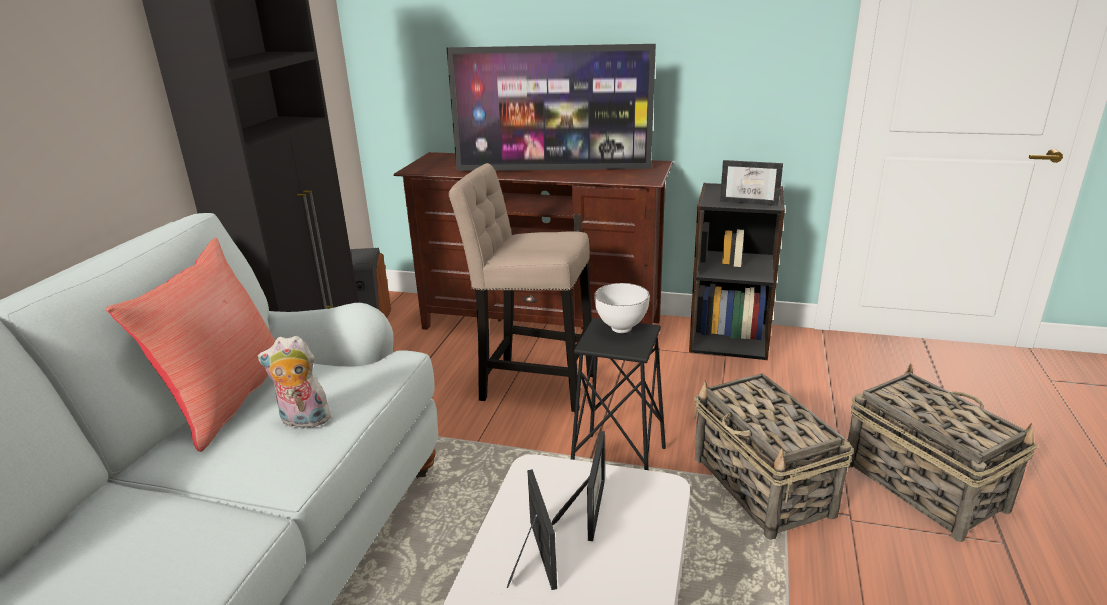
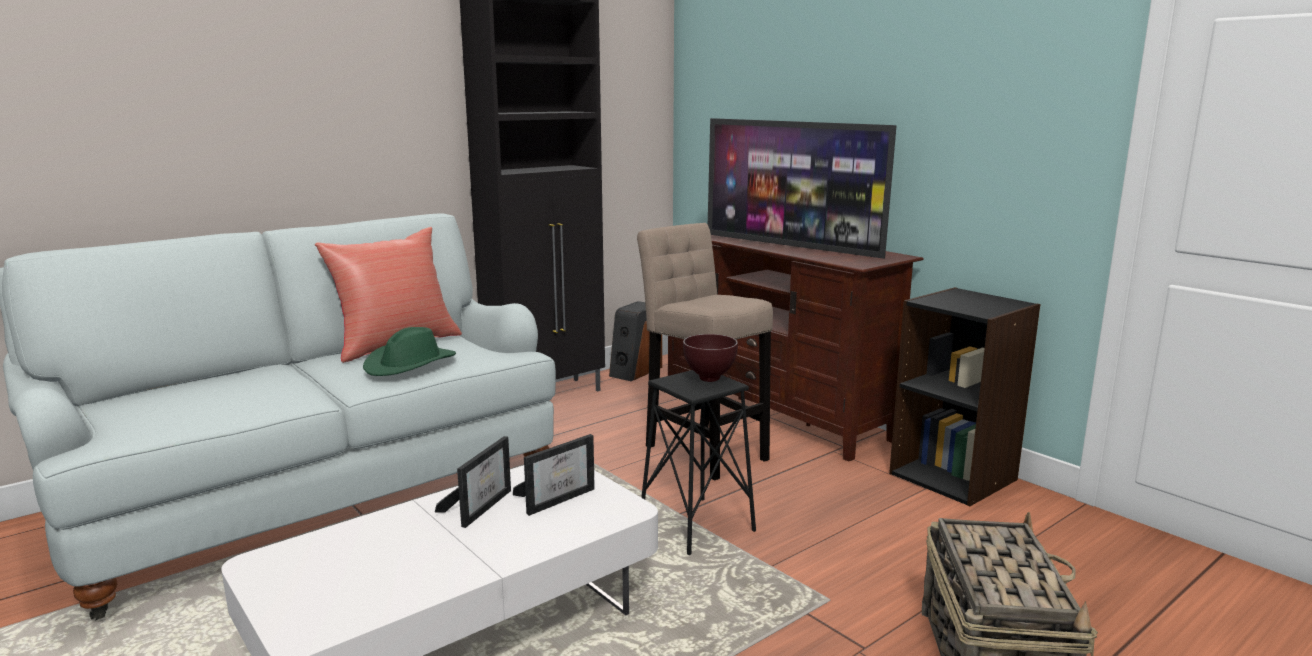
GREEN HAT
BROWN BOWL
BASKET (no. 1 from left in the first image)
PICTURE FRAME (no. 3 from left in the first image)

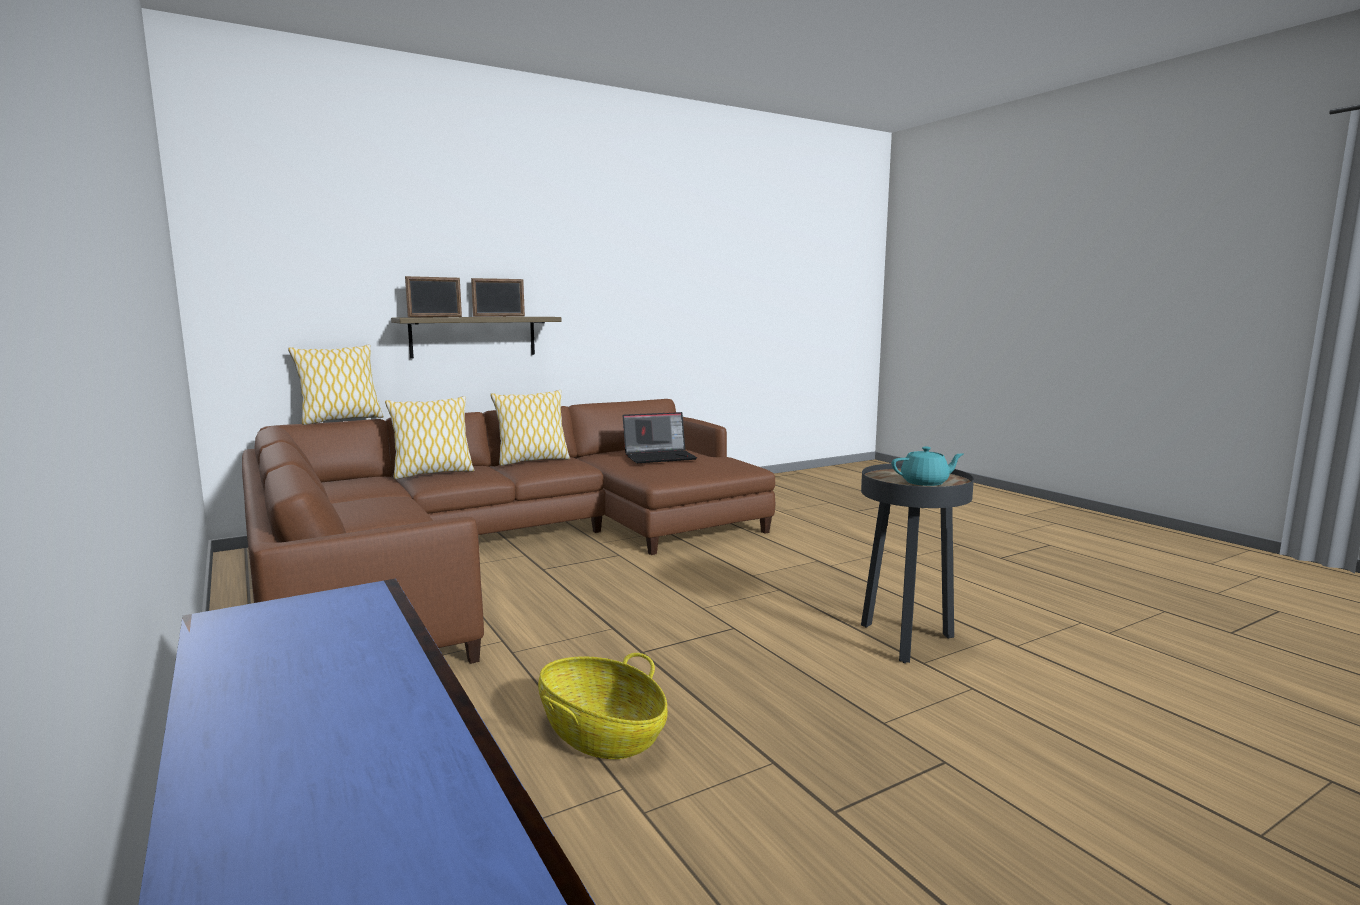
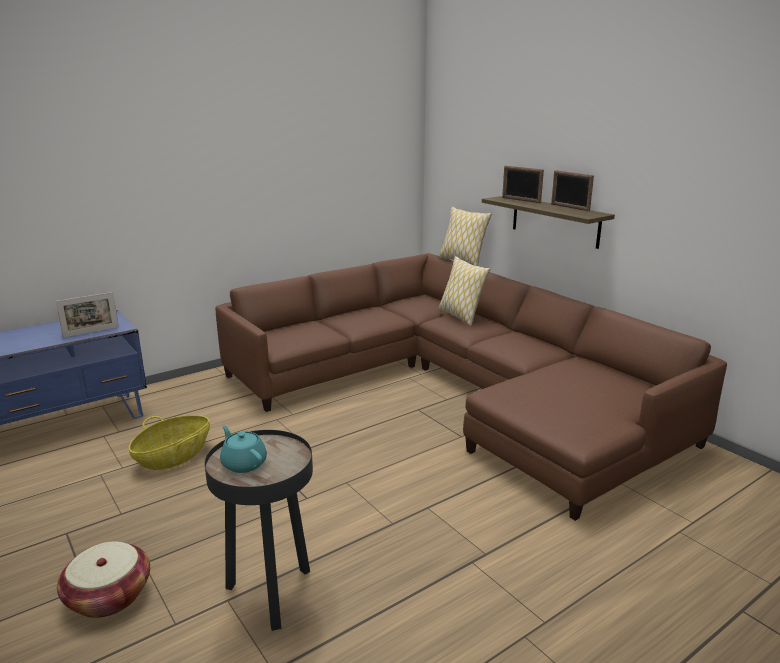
PILLOW (no. 3 from left in the first image)
LAPTOP
TURQUOISE TEAPOT
PICTURE FRAME (no. 1 from left)
BASKET (no. 1 from left)

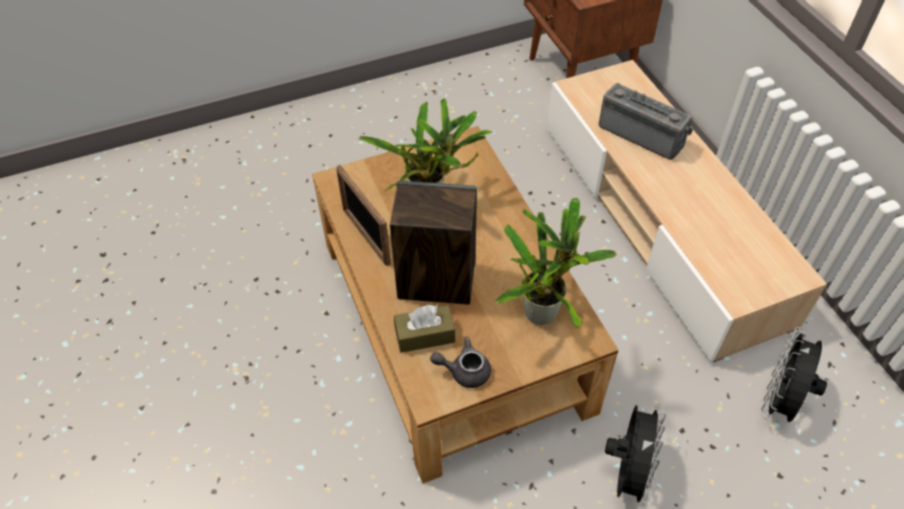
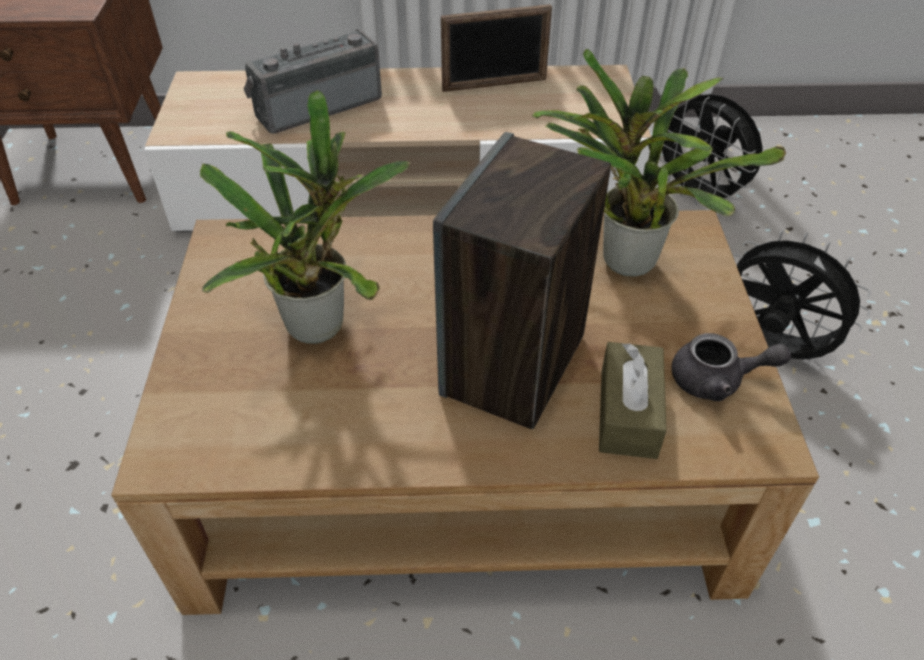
PICTURE FRAME
GREY TEAPOT

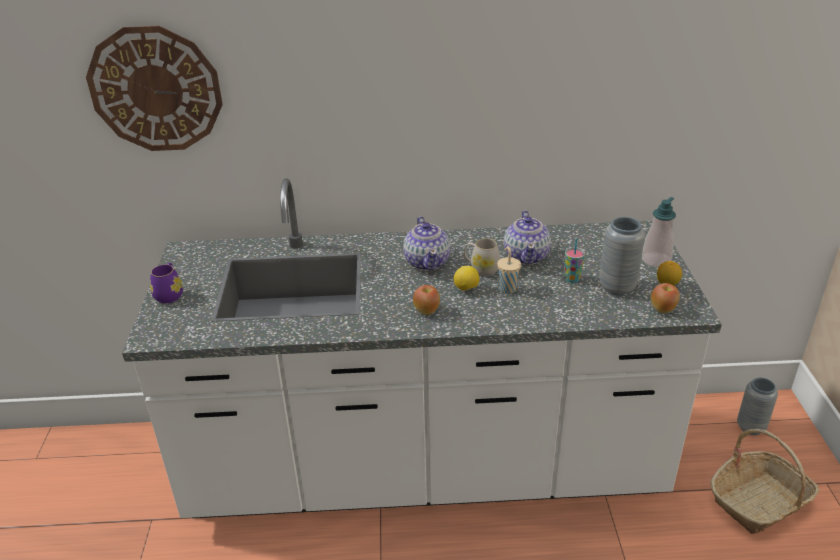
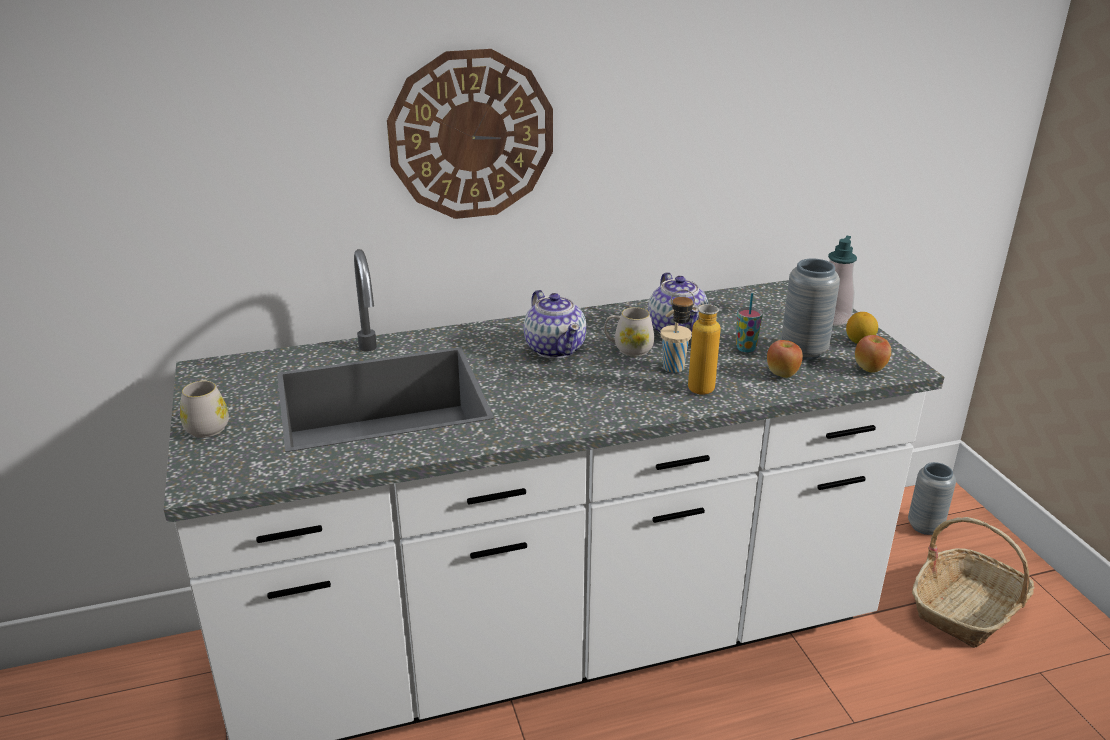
WALL CLOCK
WHITE MUG (no. 1 from left)
APPLE (no. 1 from left)
LEMON (no. 1 from left in the first image)
BOTTLE

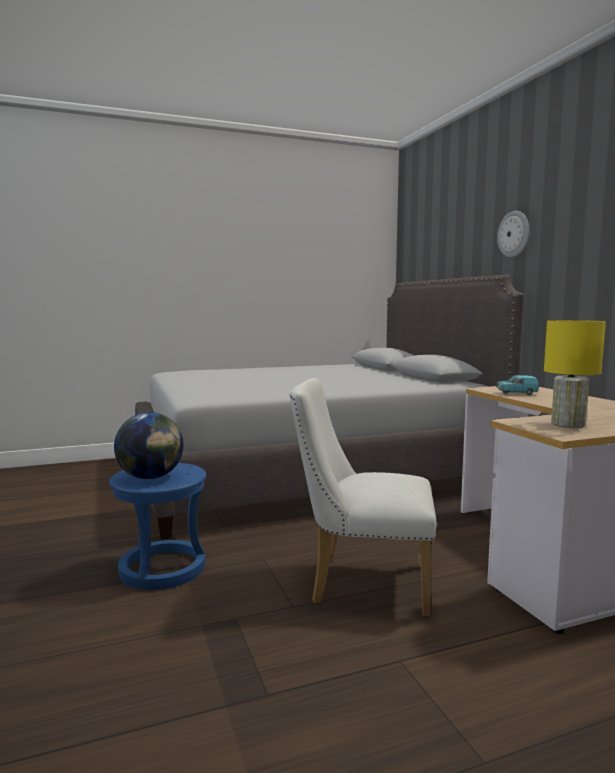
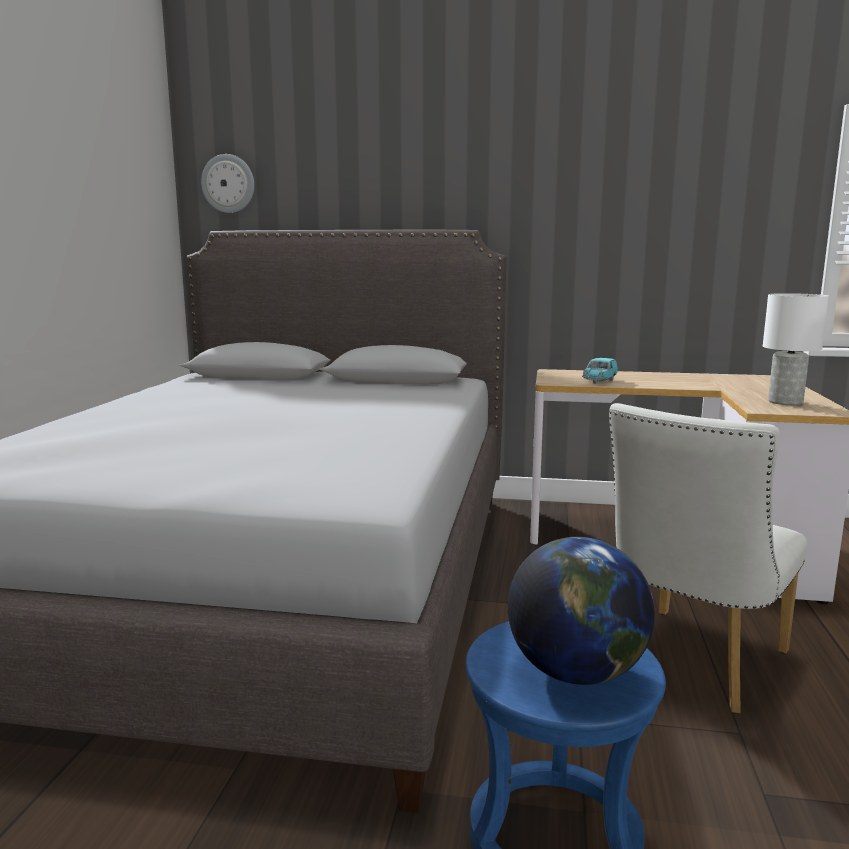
WALL CLOCK
WHITE TABLE LAMP

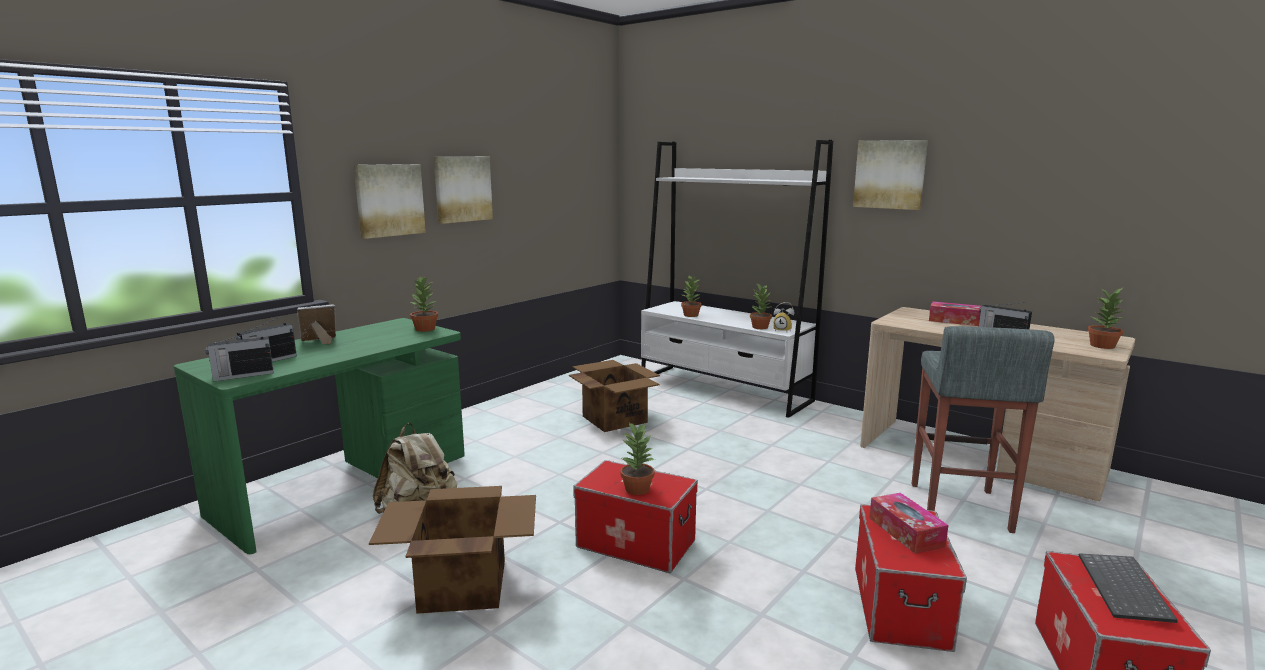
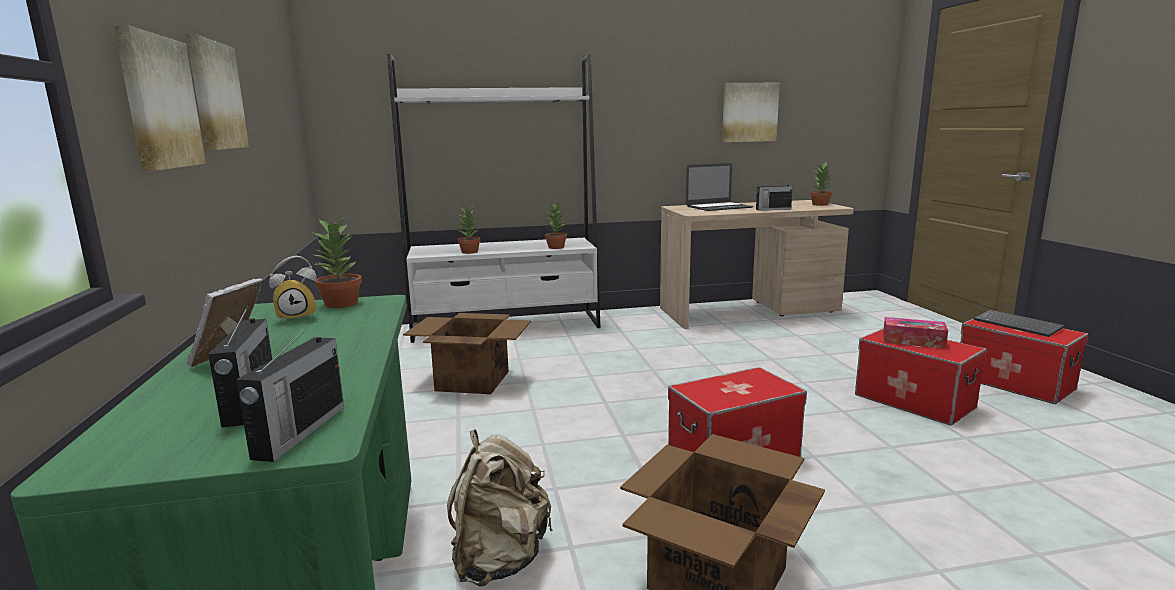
POTTED PLANT (no. 2 from left in the first image)
ALARM CLOCK
PICTURE (no. 3 from left)
GREY STOOL
LAPTOP

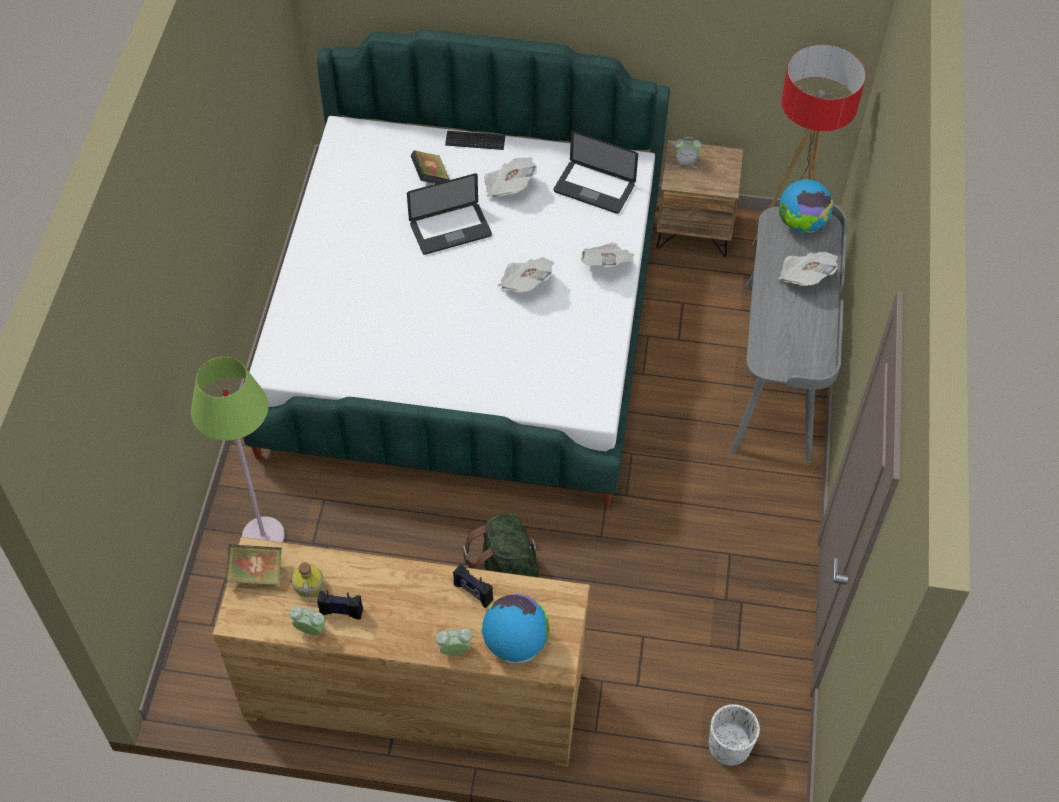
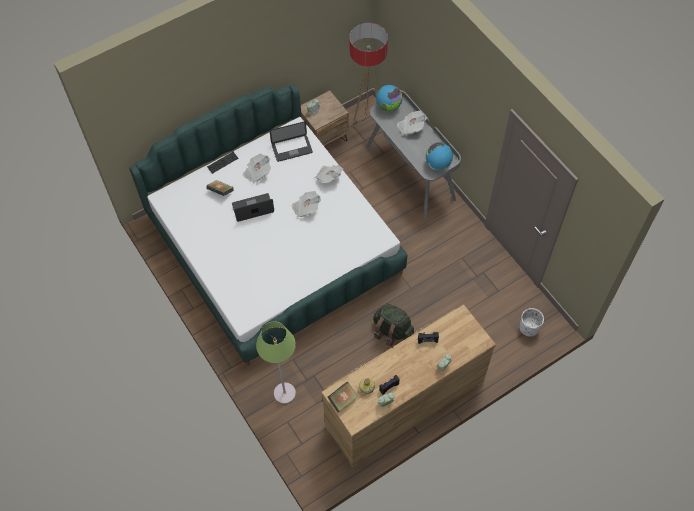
LAPTOP (no. 1 from left)
GLOBE (no. 2 from left)

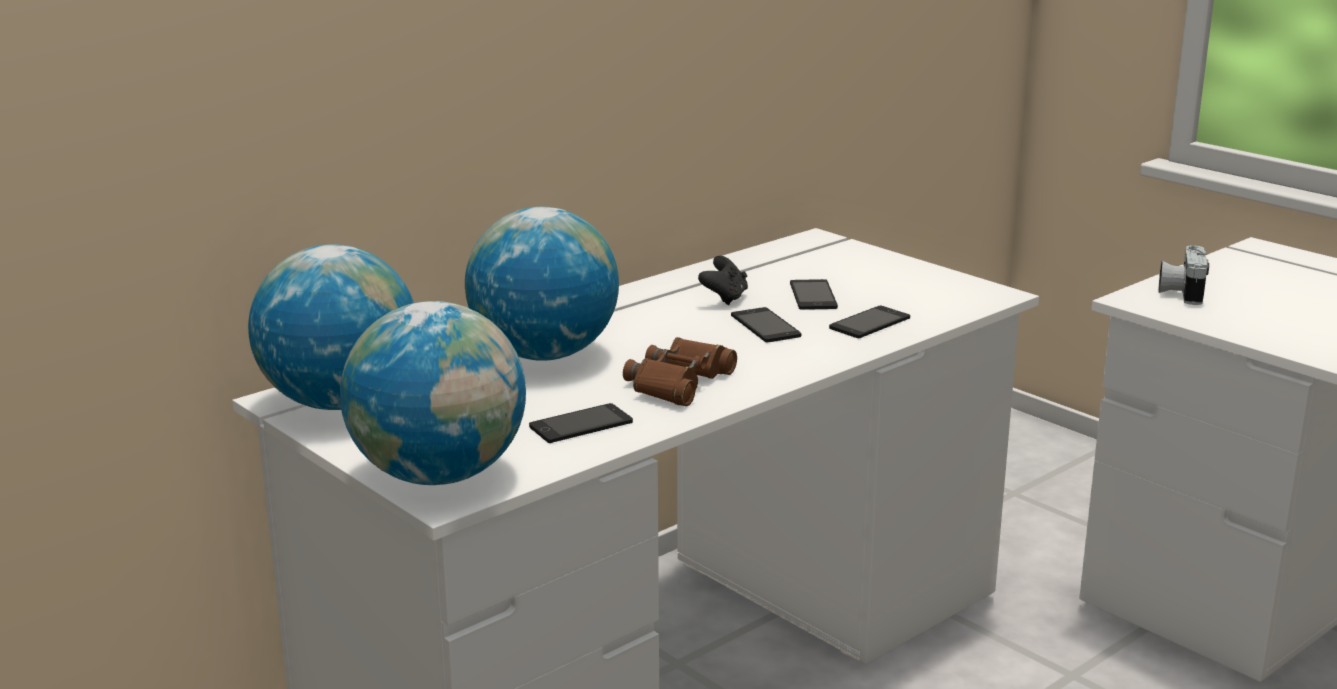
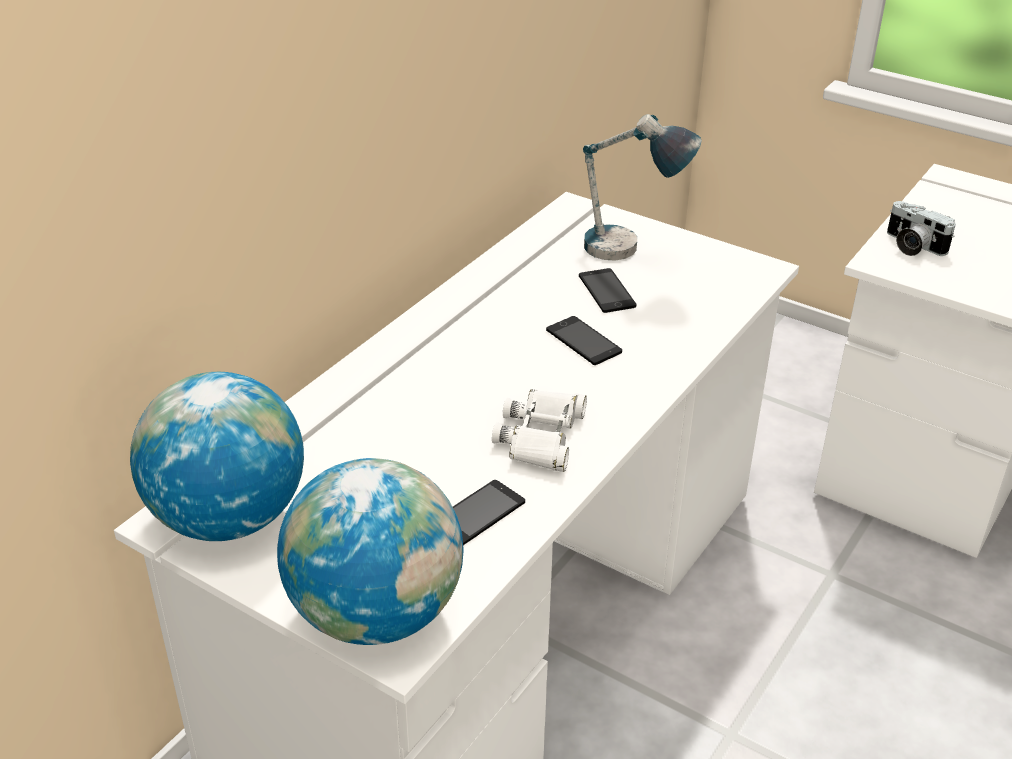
GLOBE (no. 3 from left in the first image)
WHITE BINOCULARS
BLACK GAME CONTROLLER
PHONE (no. 4 from left in the first image)
PHOTO CAMERA
TABLE LAMP

